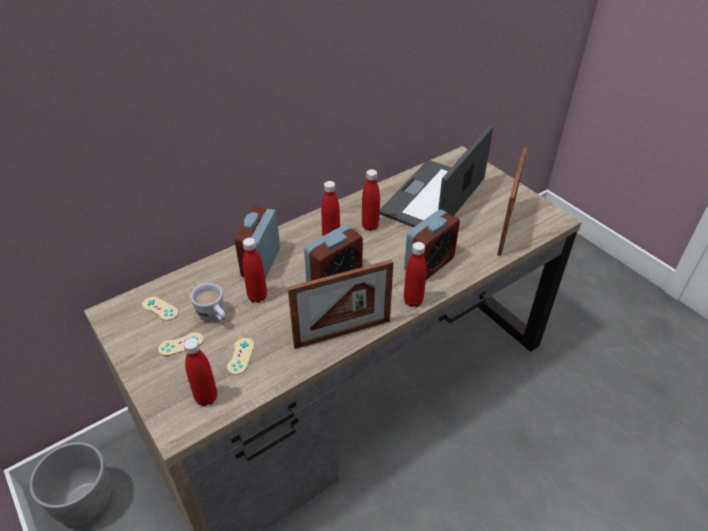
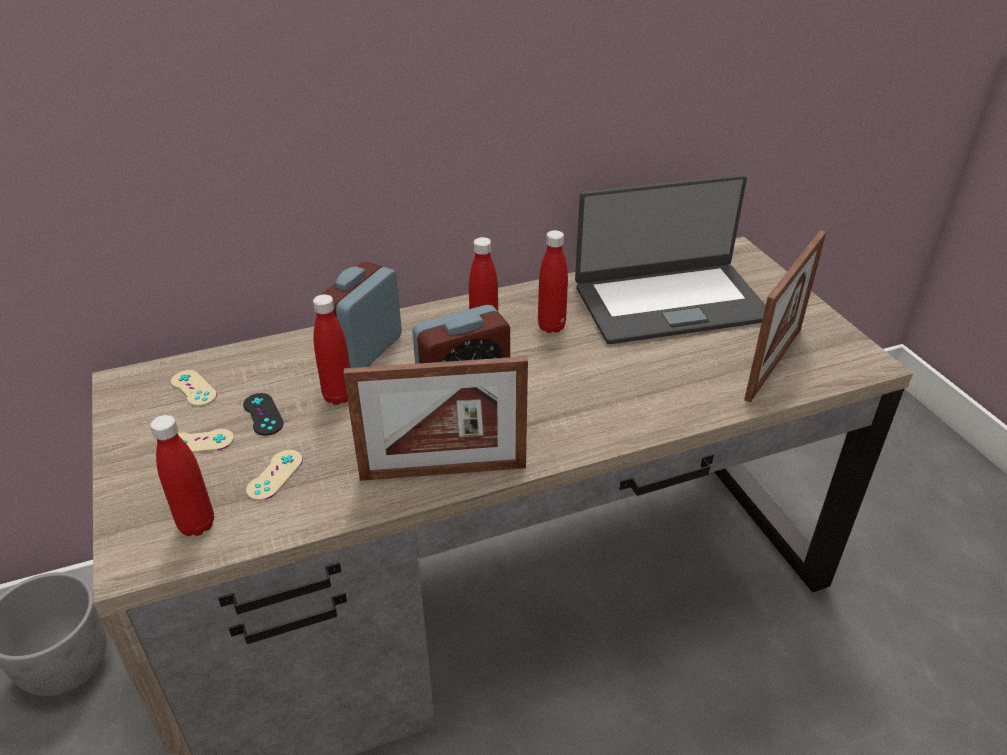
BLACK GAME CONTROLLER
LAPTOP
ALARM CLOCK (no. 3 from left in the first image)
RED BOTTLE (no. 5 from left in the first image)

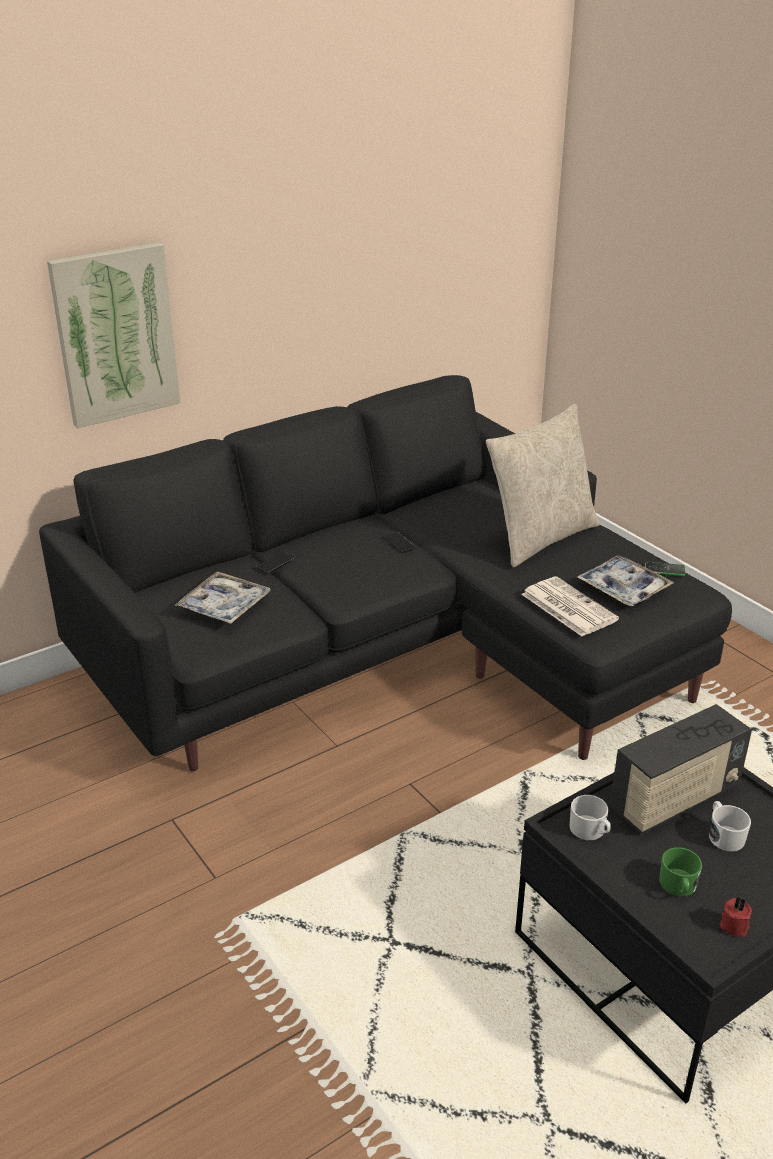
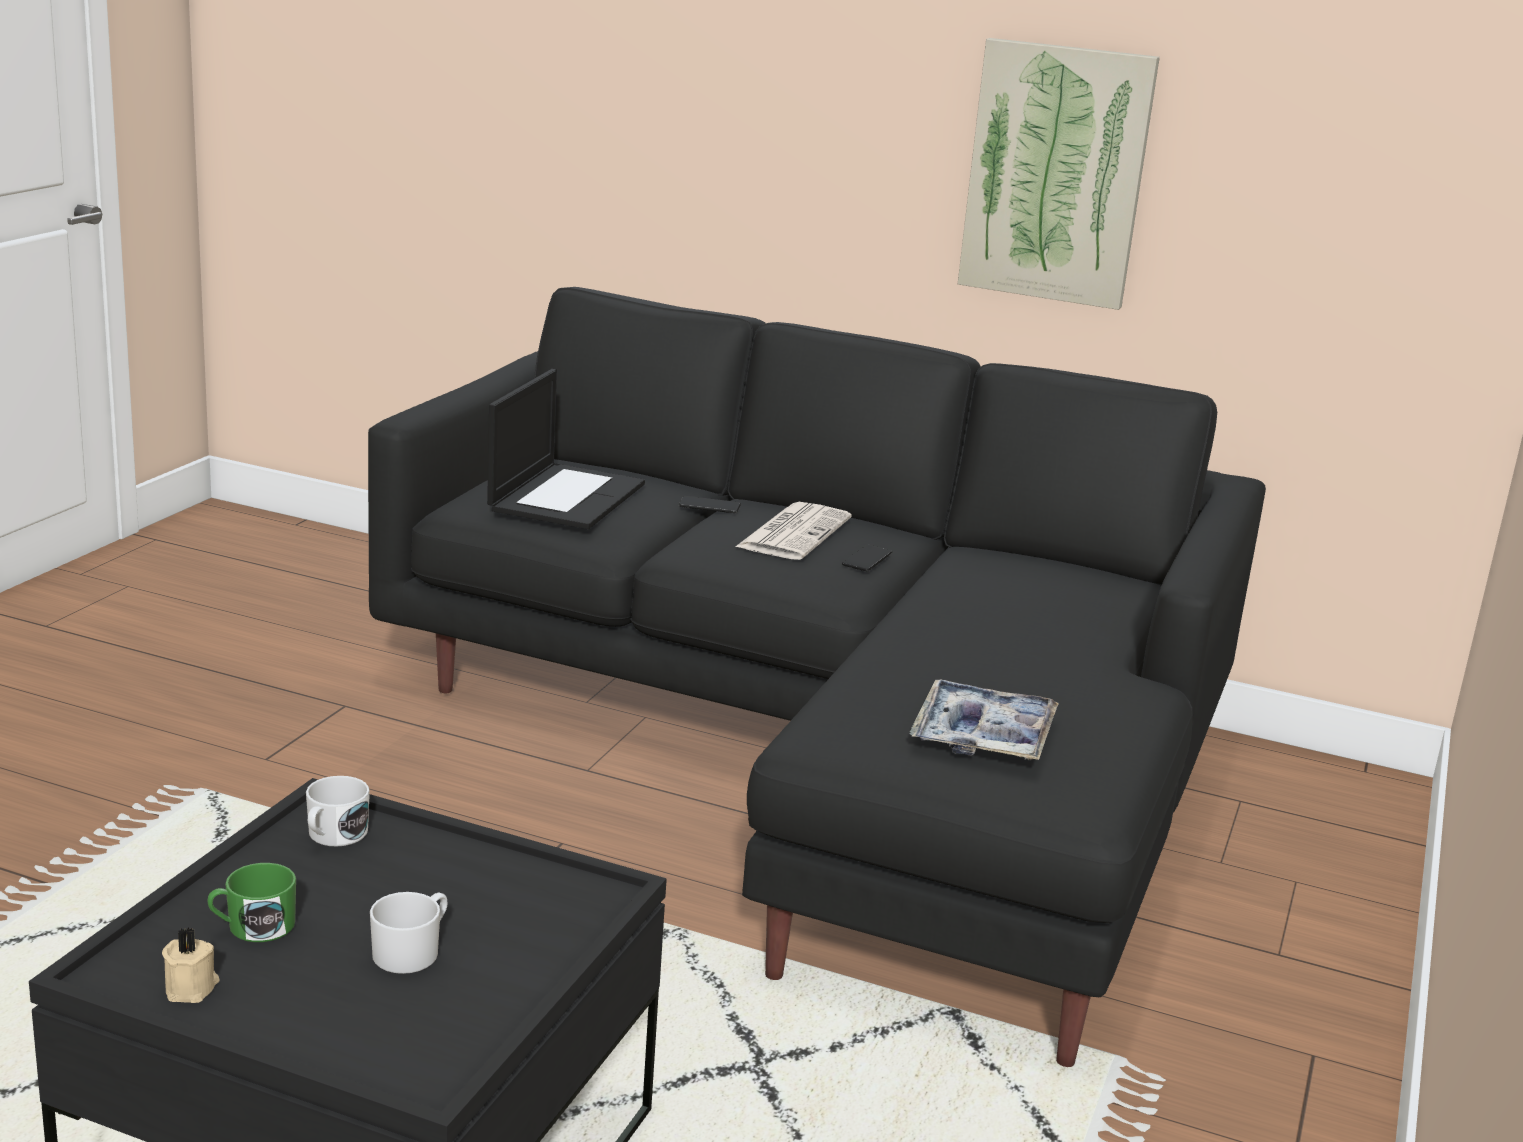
PICTURE
LAPTOP
BEIGE PILLOW
NEWSPAPER
RADIO
PHONE (no. 3 from left in the first image)
BEIGE CANDLE

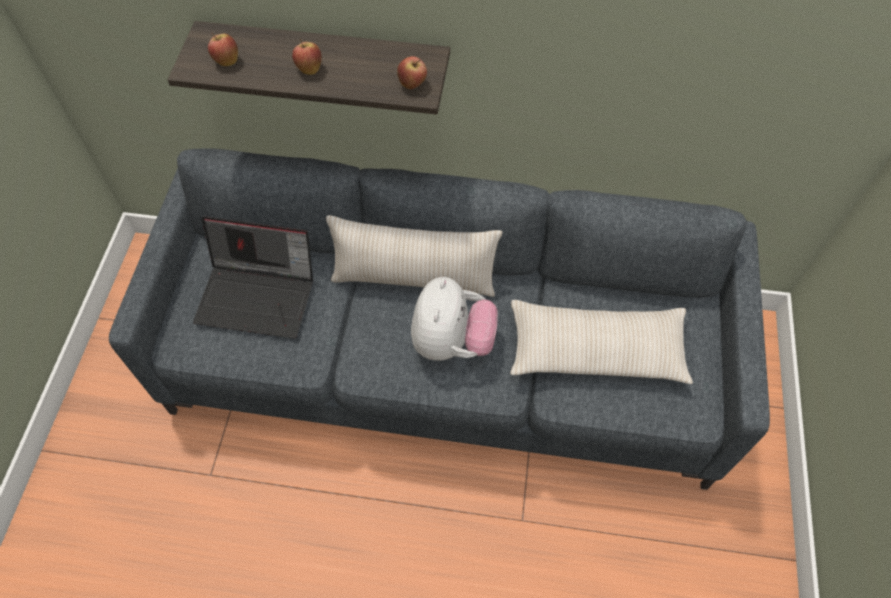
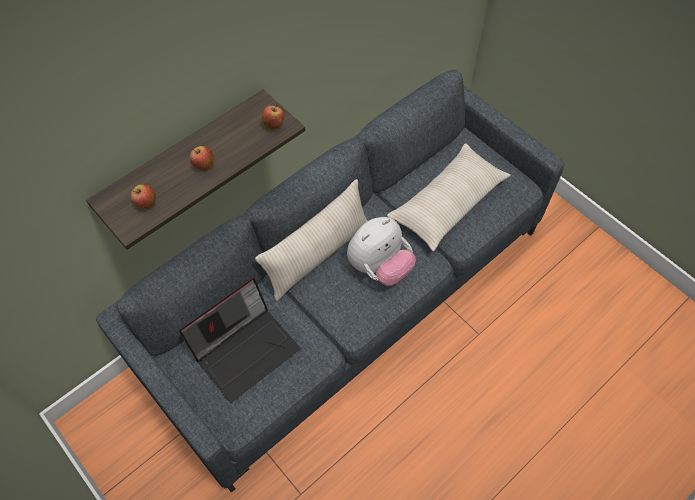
PLUSH TOY

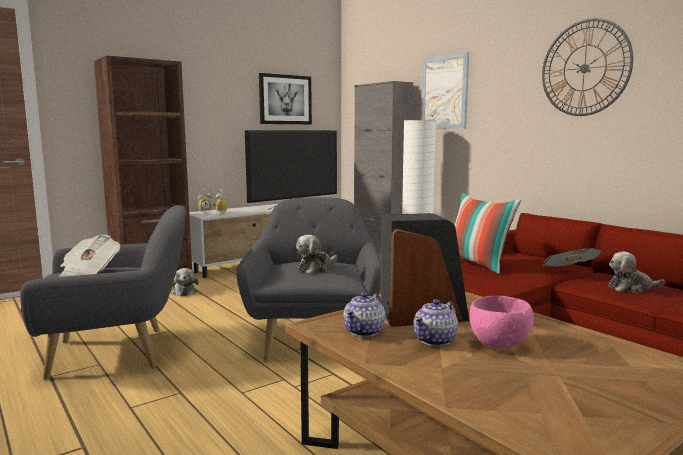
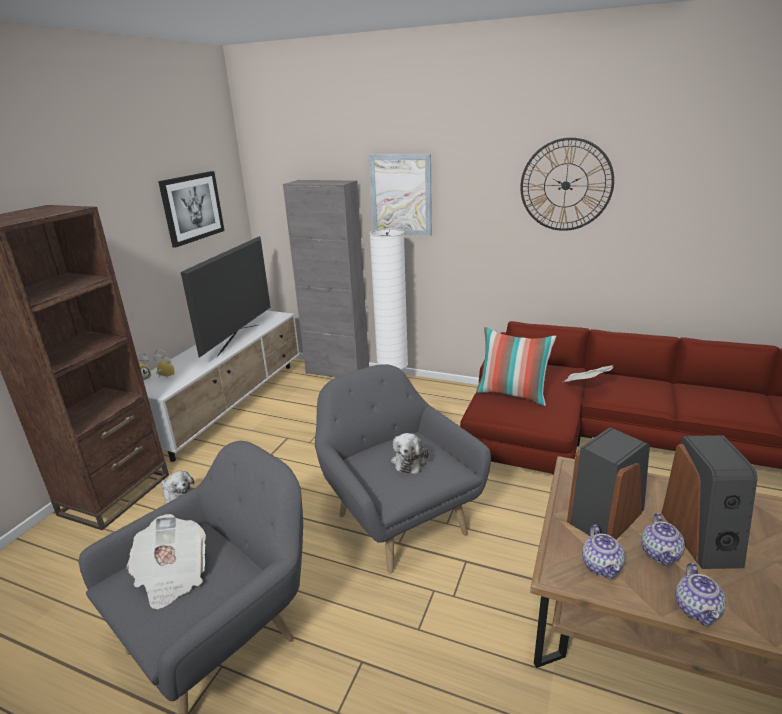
SPEAKER (no. 2 from left)
PLUSH TOY (no. 3 from left in the first image)
TEAPOT (no. 3 from left)

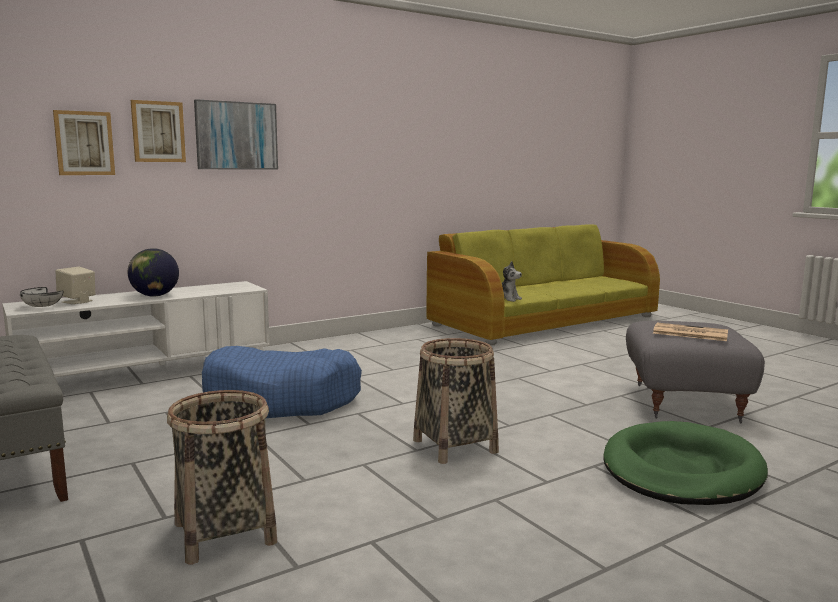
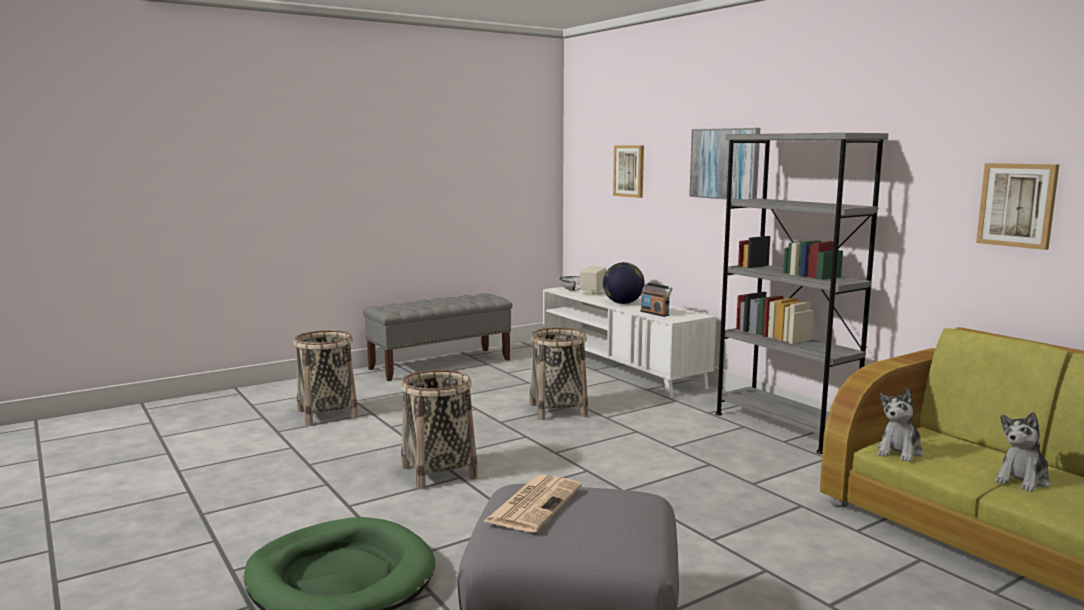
PICTURE (no. 3 from left)
BASKET (no. 3 from left)
RADIO
GREY BOOKCASE
PLUSH TOY (no. 2 from left)

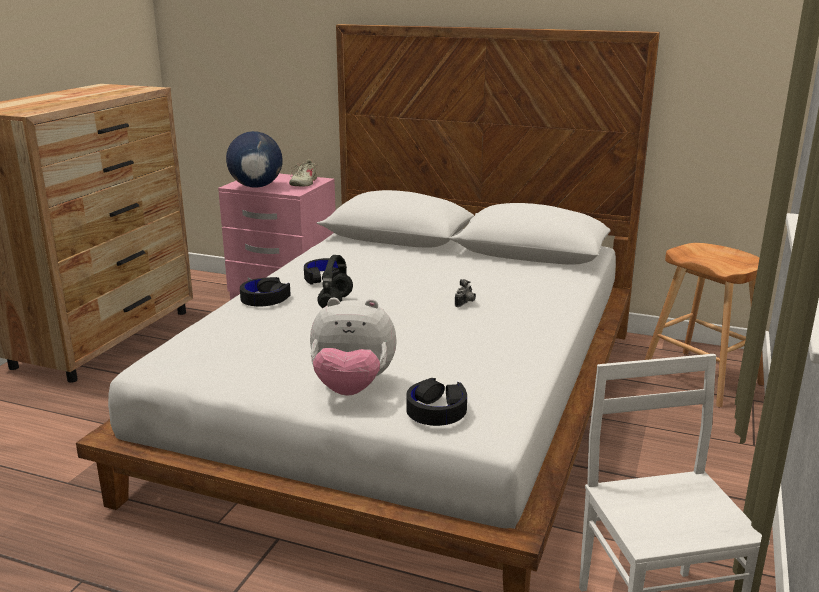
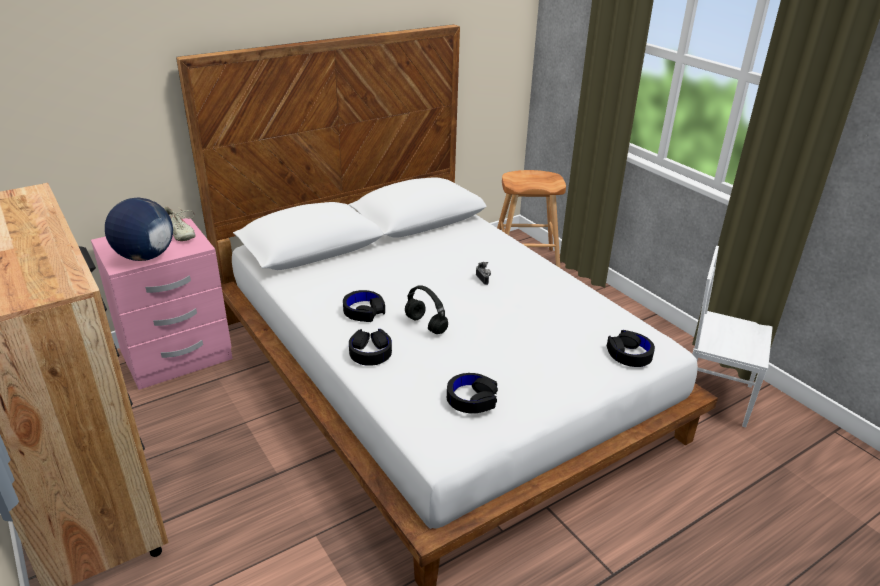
PLUSH TOY
BLACK HEADPHONES (no. 4 from left)

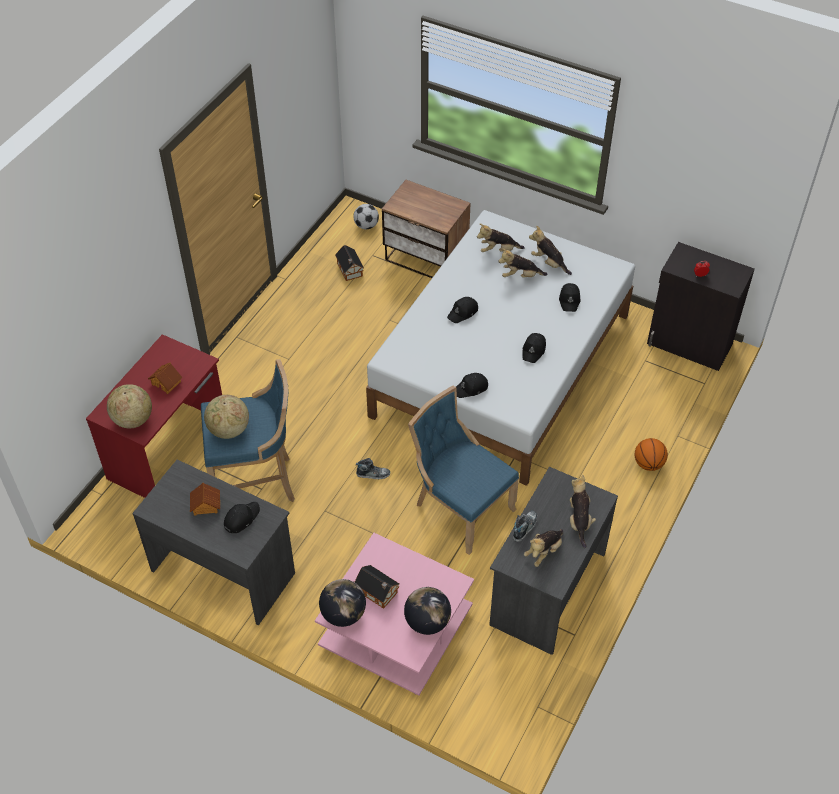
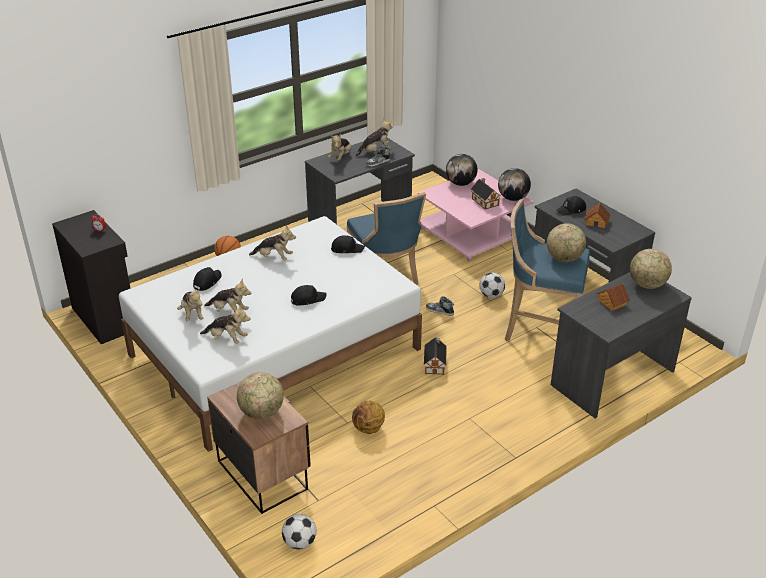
GREY DESK (no. 3 from left)
TOY HOUSE (no. 1 from left)
PLUSH TOY (no. 4 from left)
GLOBE (no. 1 from left)
BASKETBALL (no. 2 from left)
FOOTBALL (no. 2 from left)

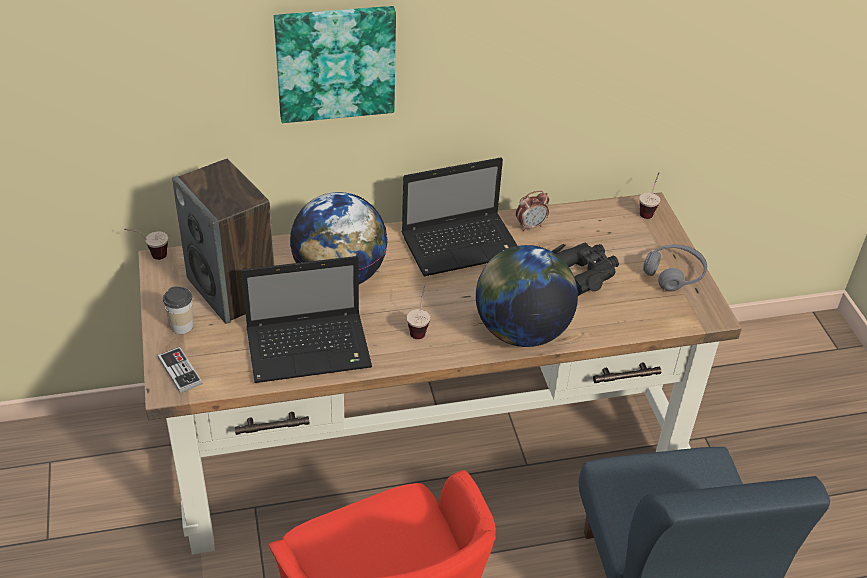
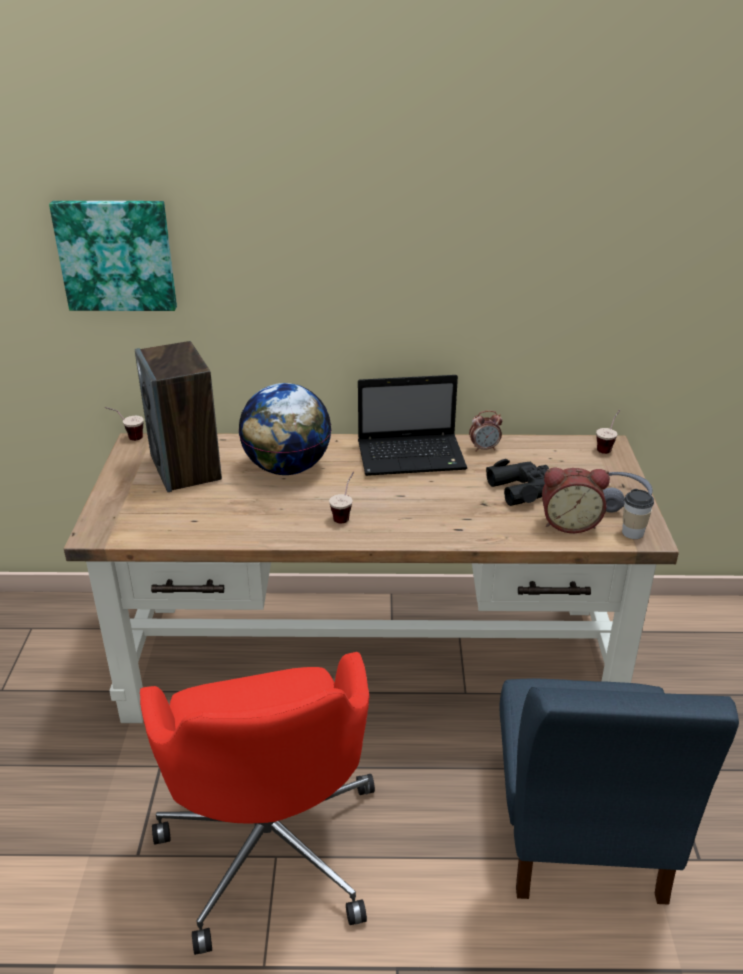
GAME CONTROLLER
CUP (no. 4 from left)
LAPTOP (no. 1 from left in the first image)
PICTURE
GLOBE (no. 2 from left in the first image)
ALARM CLOCK (no. 2 from left)

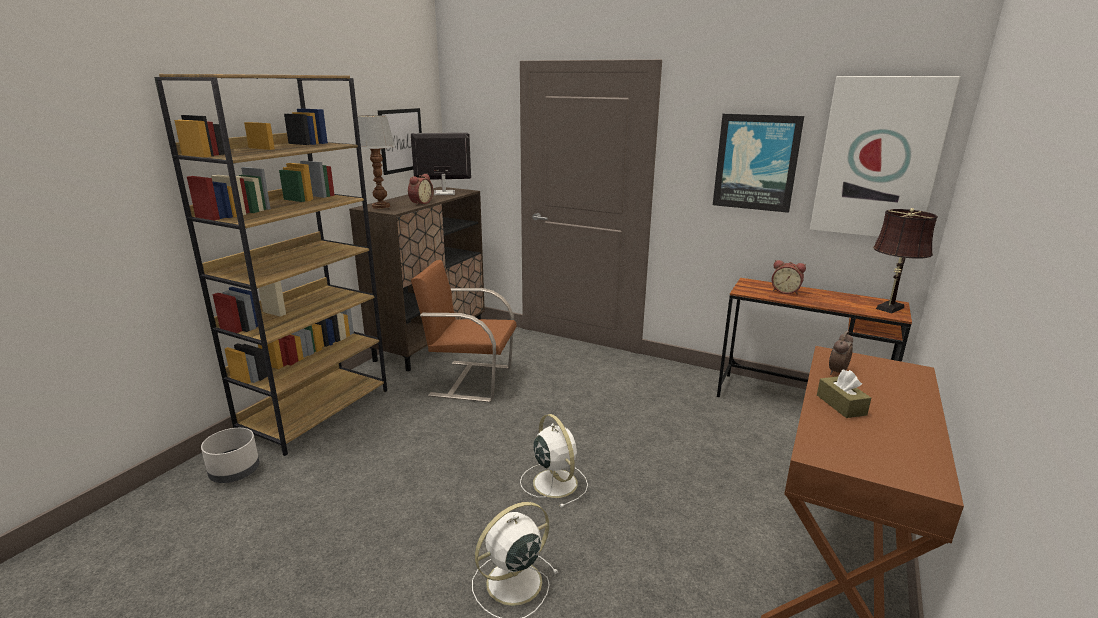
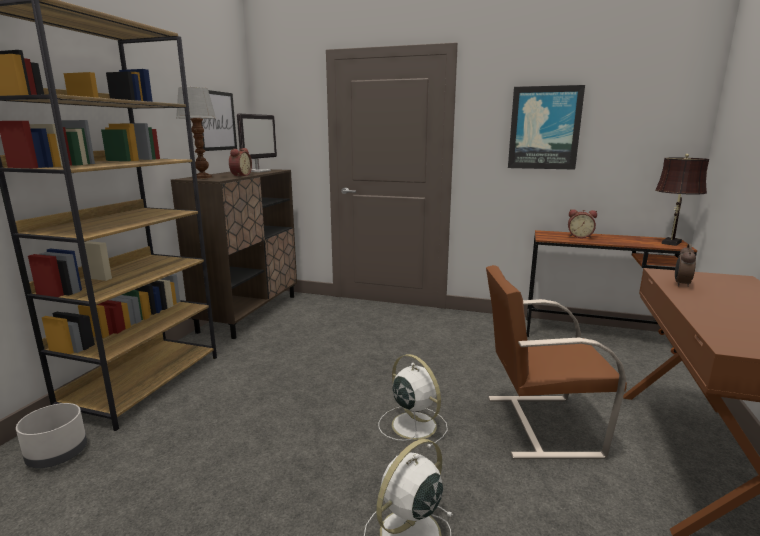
MONITOR
BROWN CHAIR
PICTURE (no. 3 from left in the first image)
BROWN TISSUE BOX

